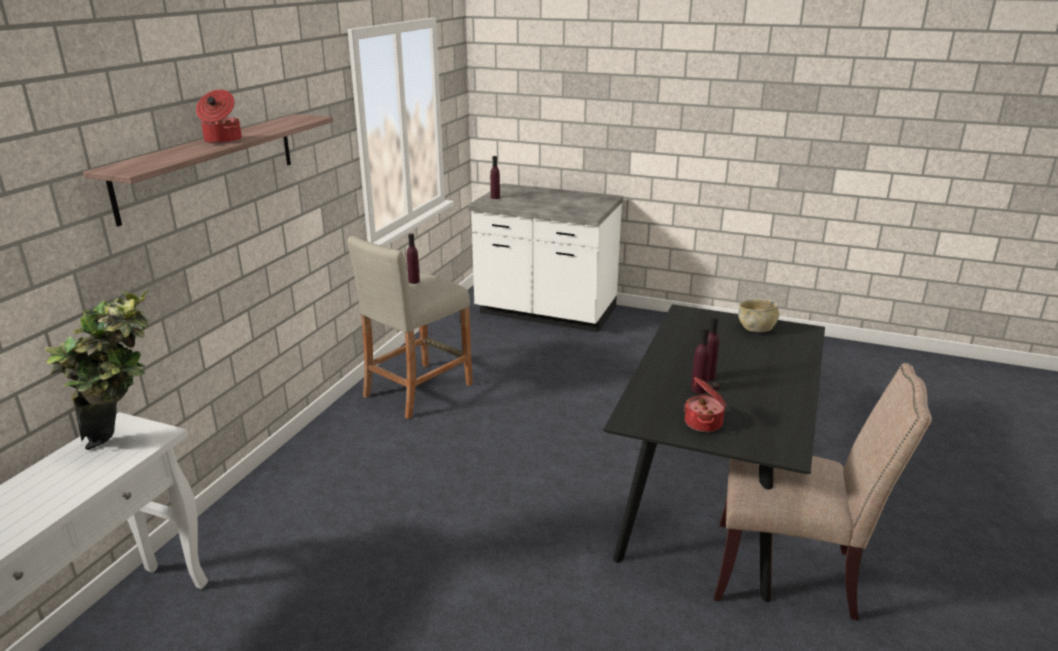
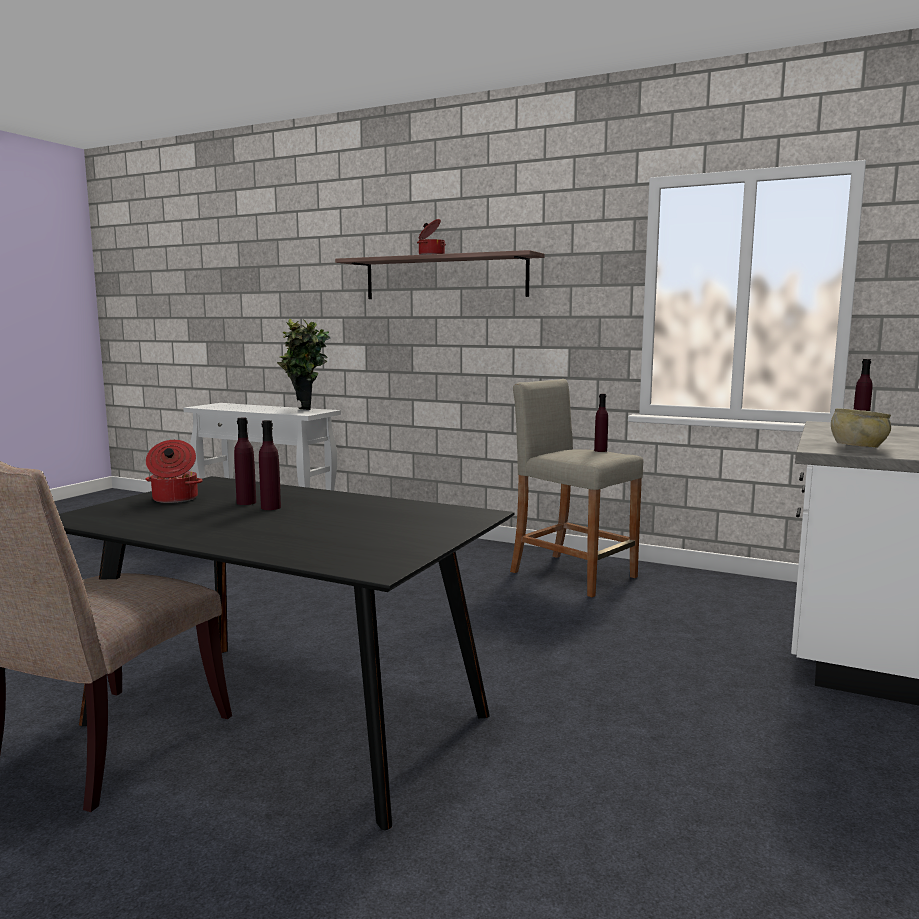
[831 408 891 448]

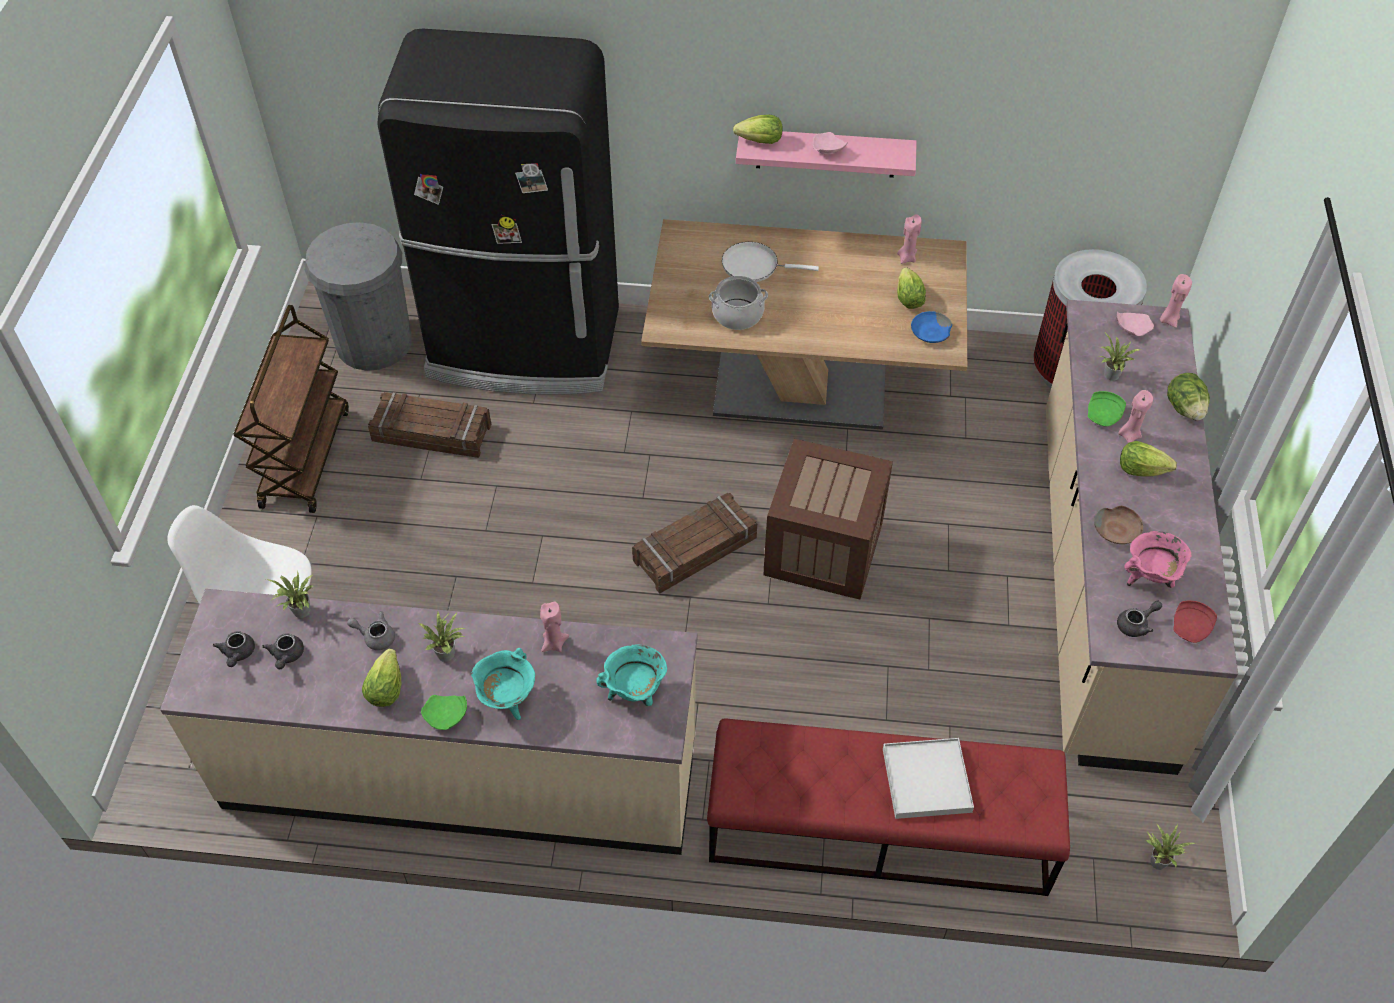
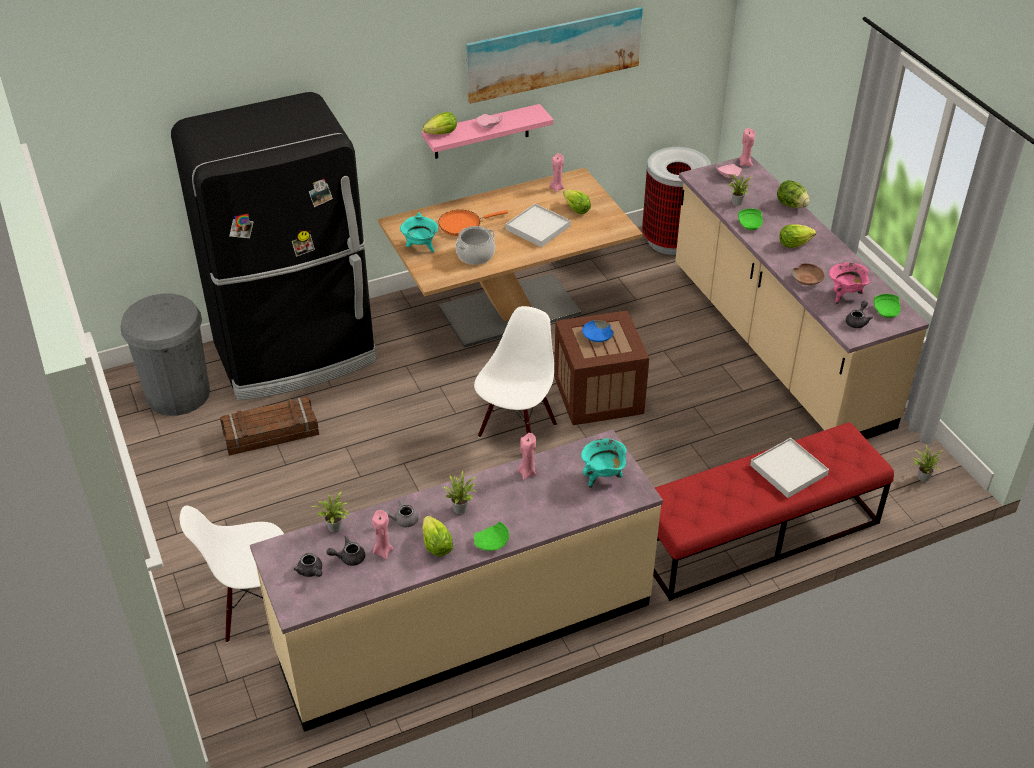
[233 305 349 513] (first image)
[326 536 365 566]
[400 212 438 252]
[474 306 557 438]
[438 210 508 236]
[582 320 614 342]
[372 510 393 559]
[874 294 901 318]
[466 7 643 104]
[506 204 571 247]

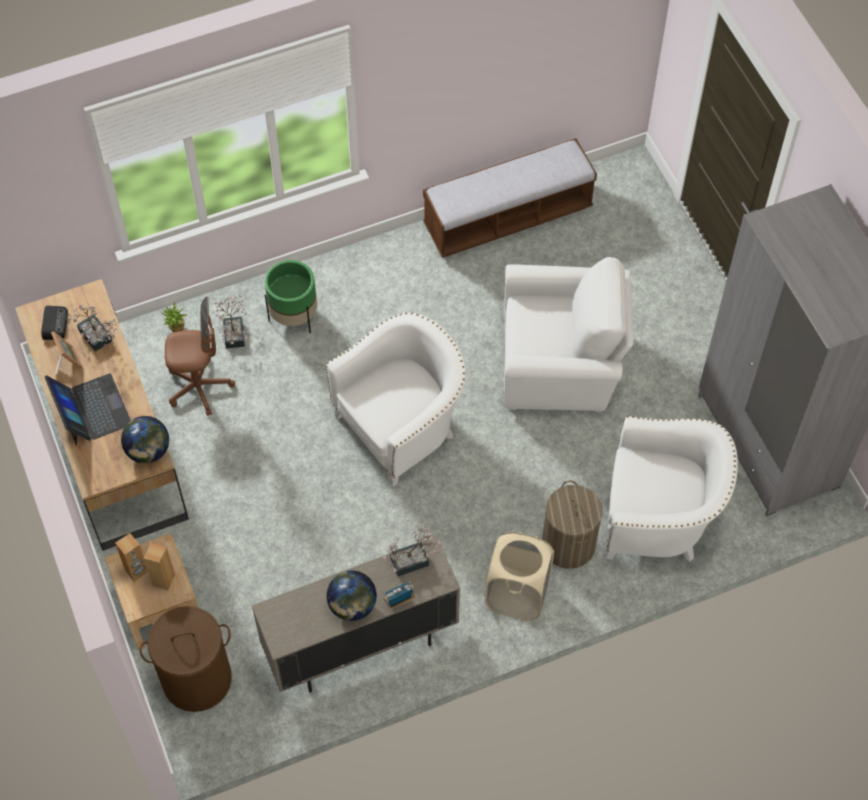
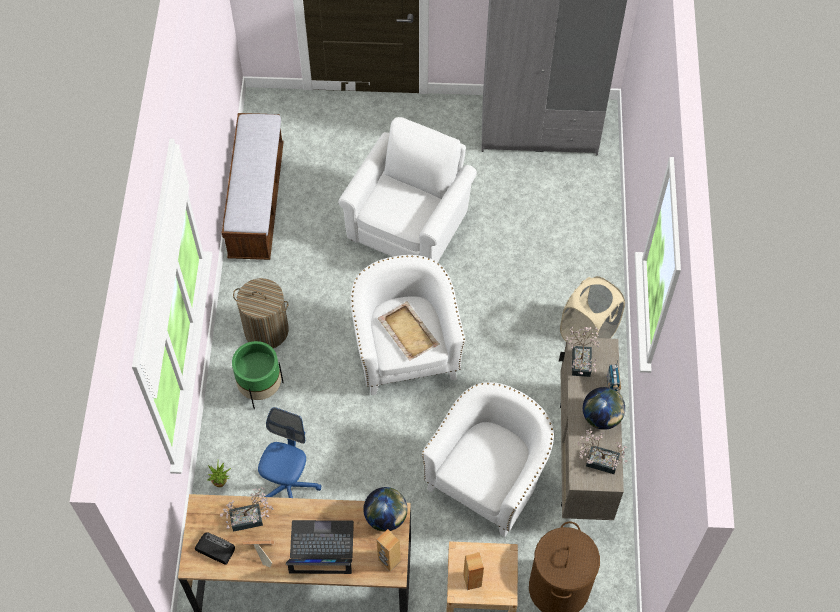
[377 529 401 571]
[258 407 321 498]
[578 428 628 474]
[233 278 289 348]
[422 382 554 537]
[378 301 440 361]

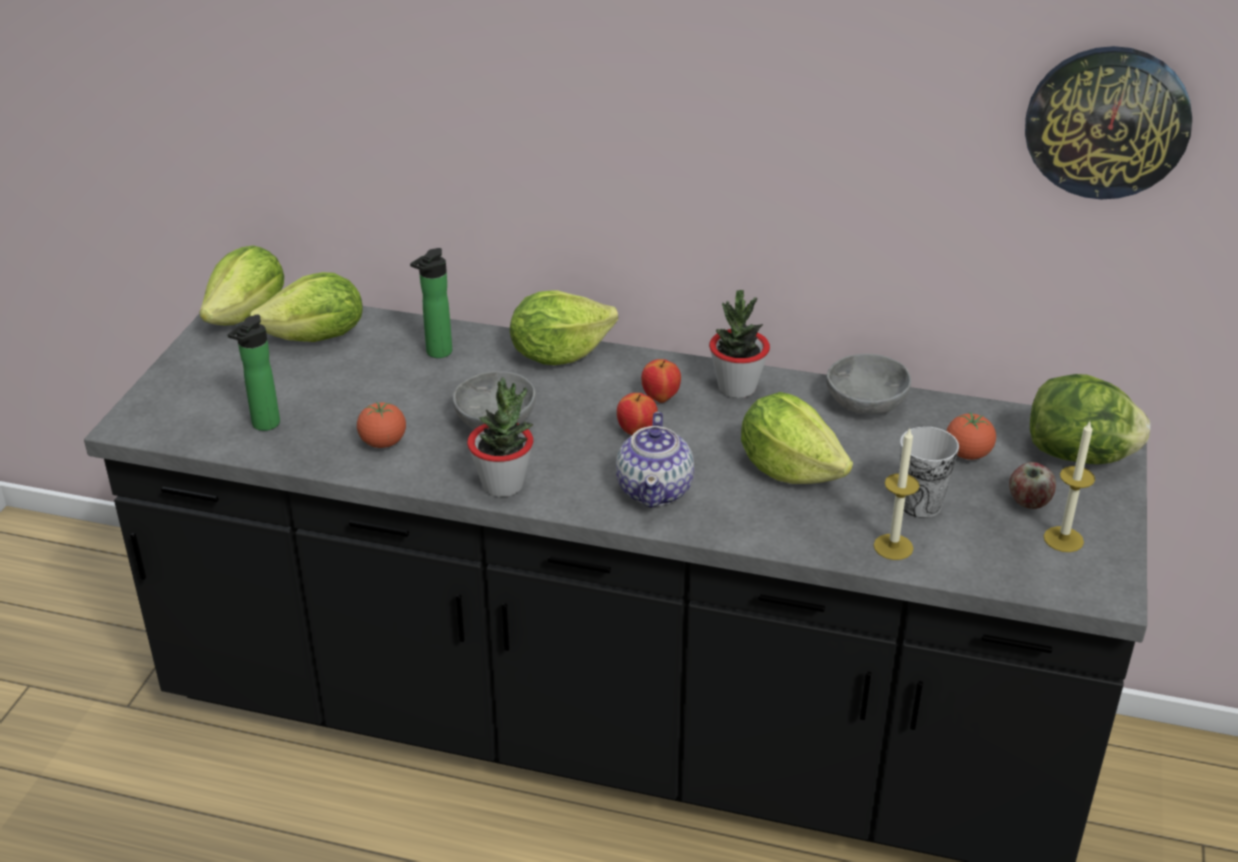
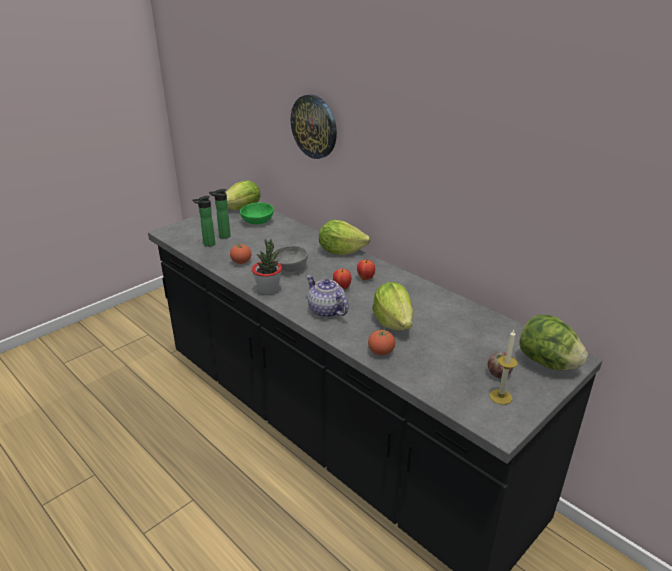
[240 203 274 225]
[209 189 231 239]
[306 275 349 318]
[709 290 770 398] (first image)
[826 354 911 415] (first image)
[874 427 920 560] (first image)
[900 426 959 518] (first image)
[368 329 395 355]
[291 94 337 159]

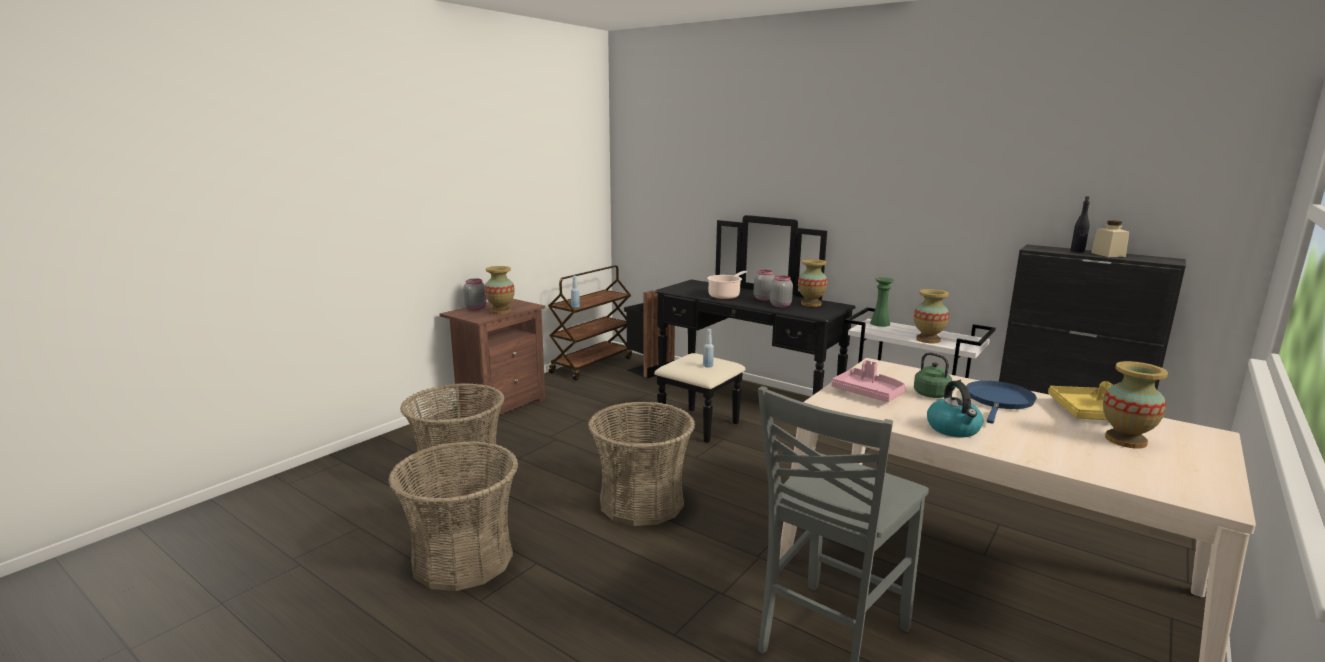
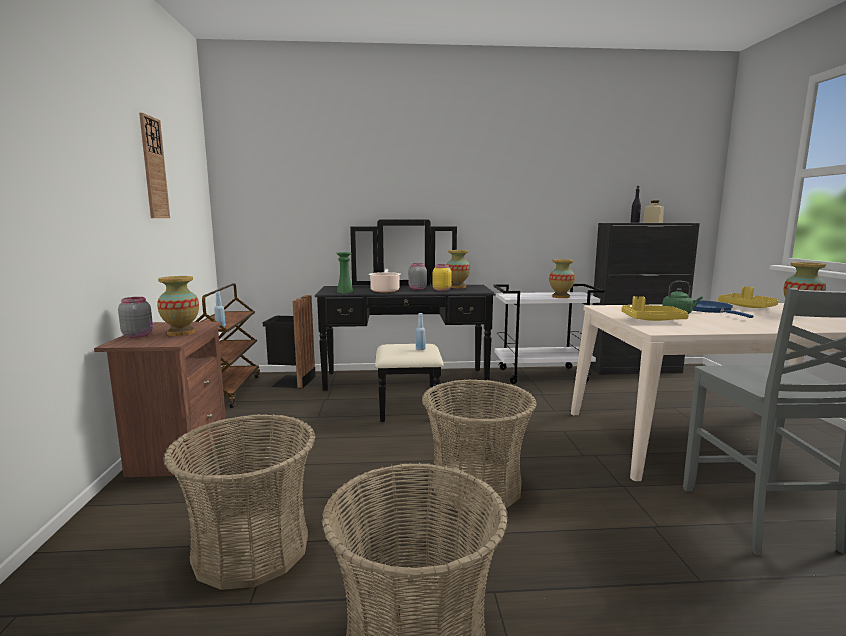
[433 264 452 291]
[622 296 689 321]
[336 252 354 293]
[927 381 984 437] (first image)
[139 113 170 218]

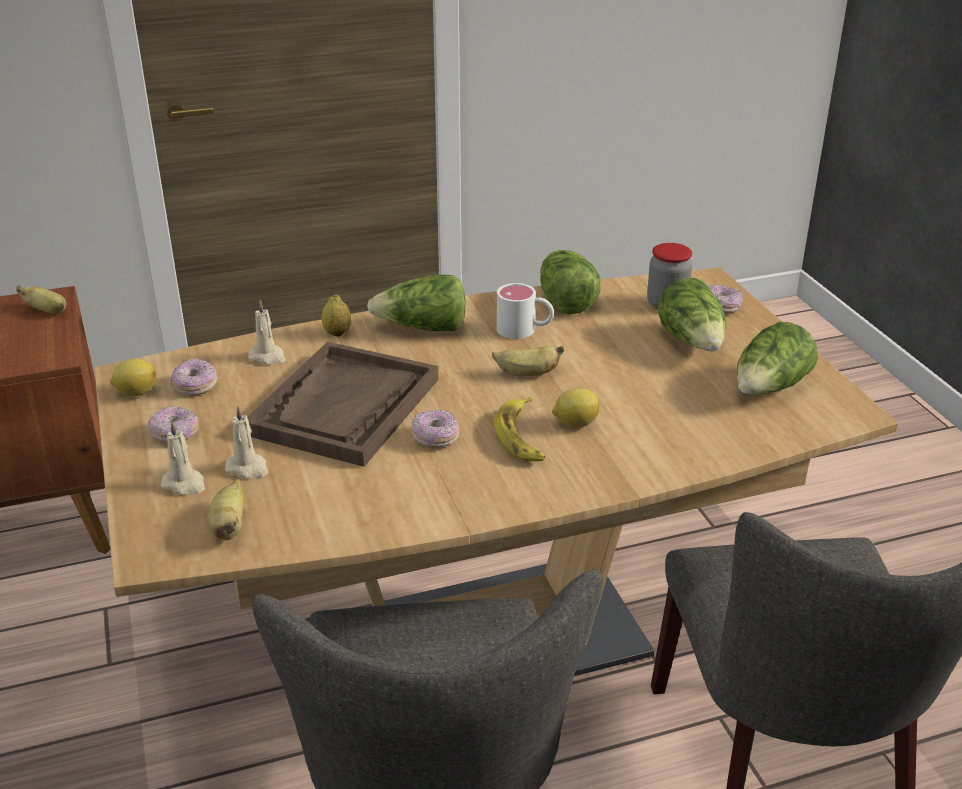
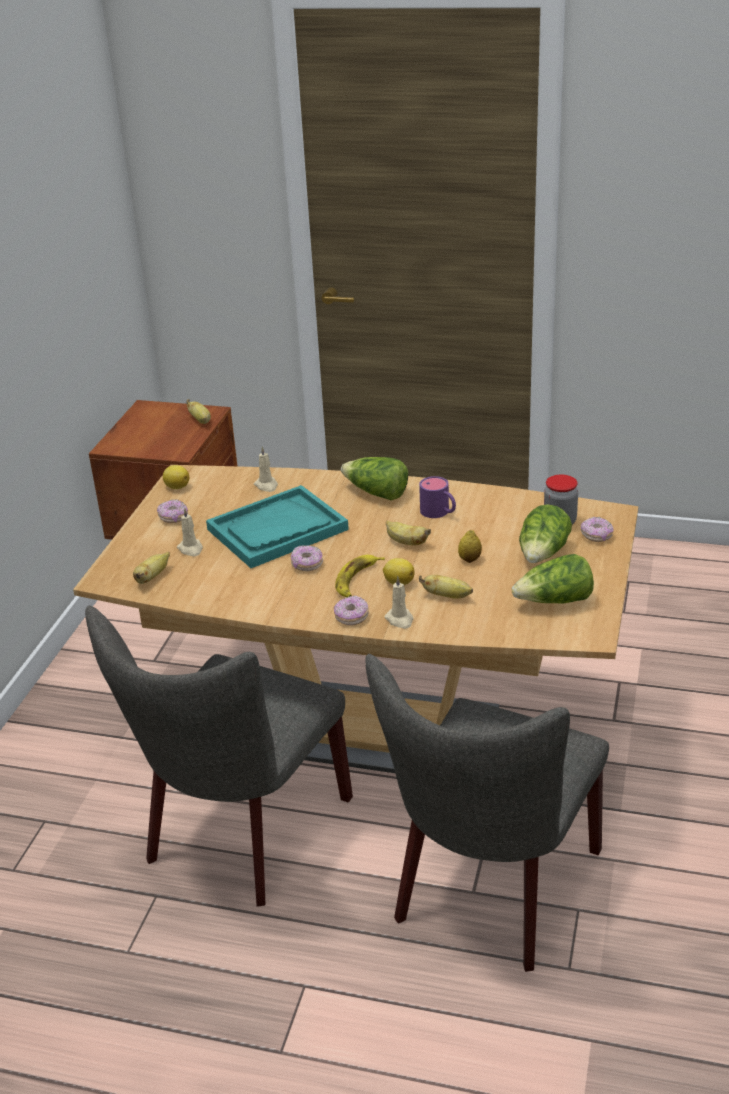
[385 576 413 629]
[334 596 368 626]
[206 485 349 568]
[458 530 482 563]
[419 476 456 518]
[540 250 601 314] (first image)
[419 575 473 599]

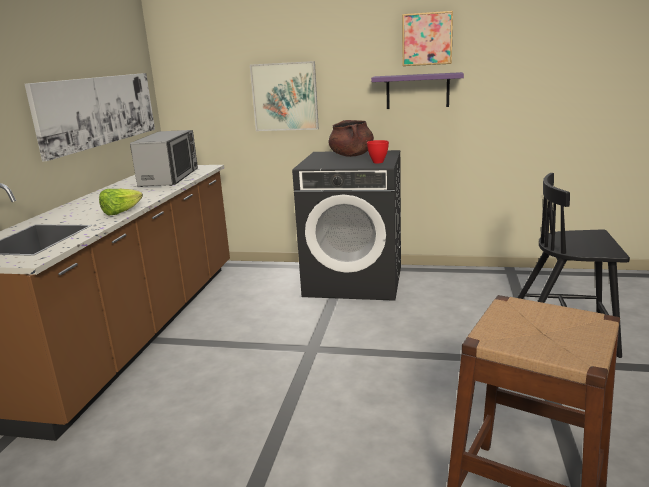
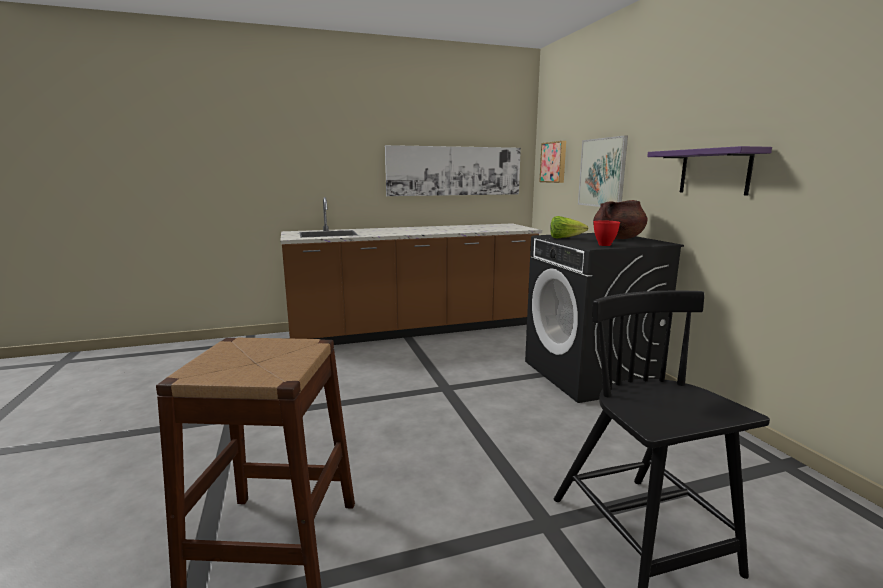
[550 216 588 239]
[130 130 198 187] (first image)
[539 141 566 183]

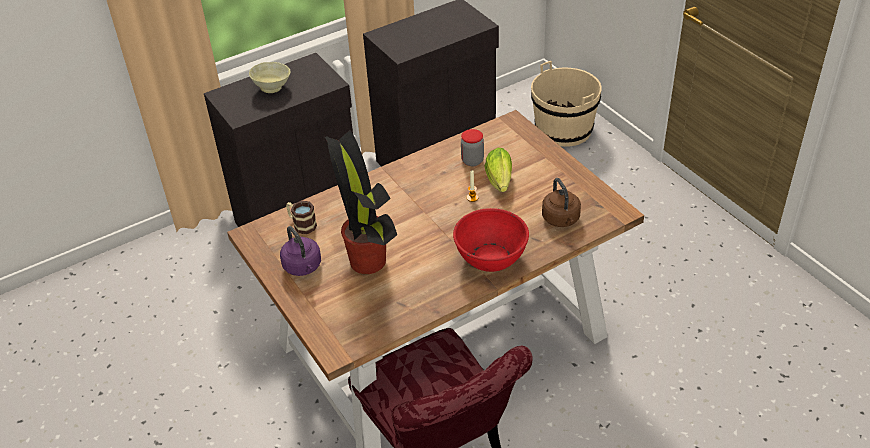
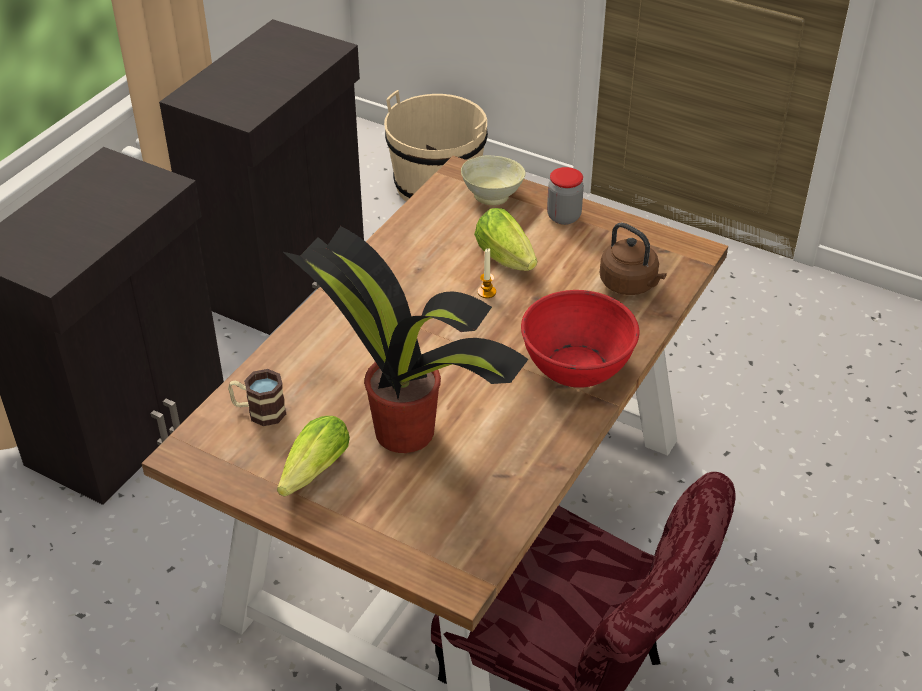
[461 156 525 205]
[277 416 350 497]
[547 167 584 225]

